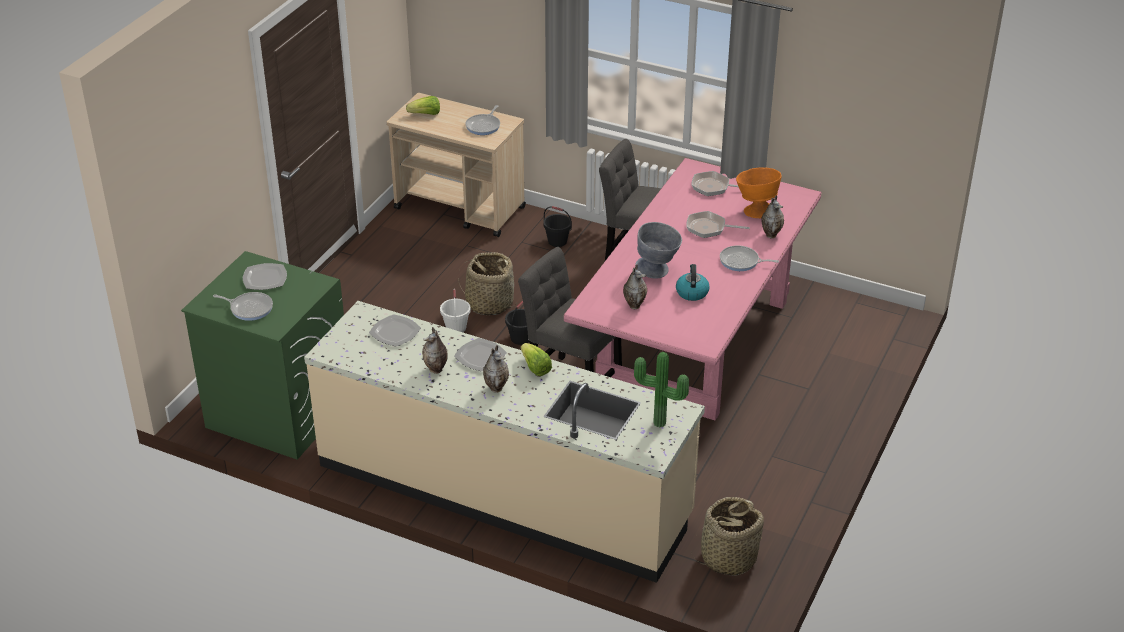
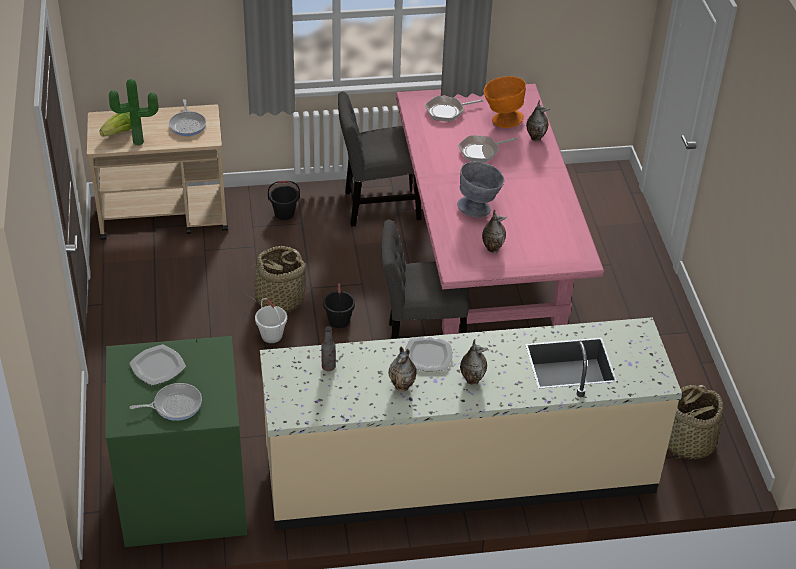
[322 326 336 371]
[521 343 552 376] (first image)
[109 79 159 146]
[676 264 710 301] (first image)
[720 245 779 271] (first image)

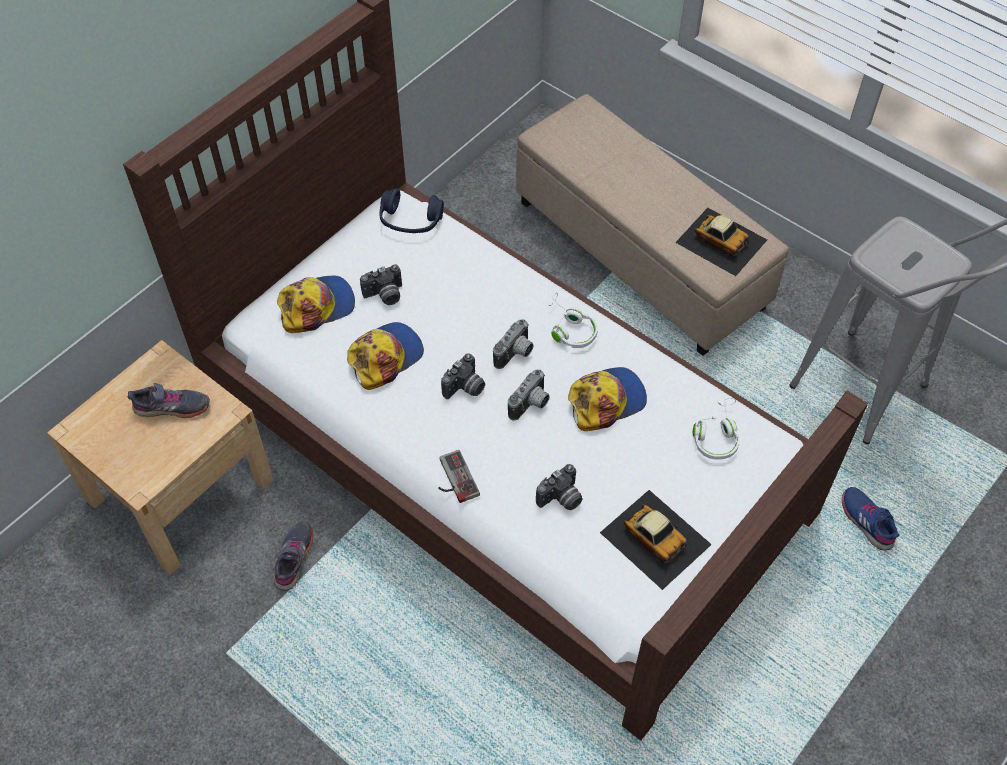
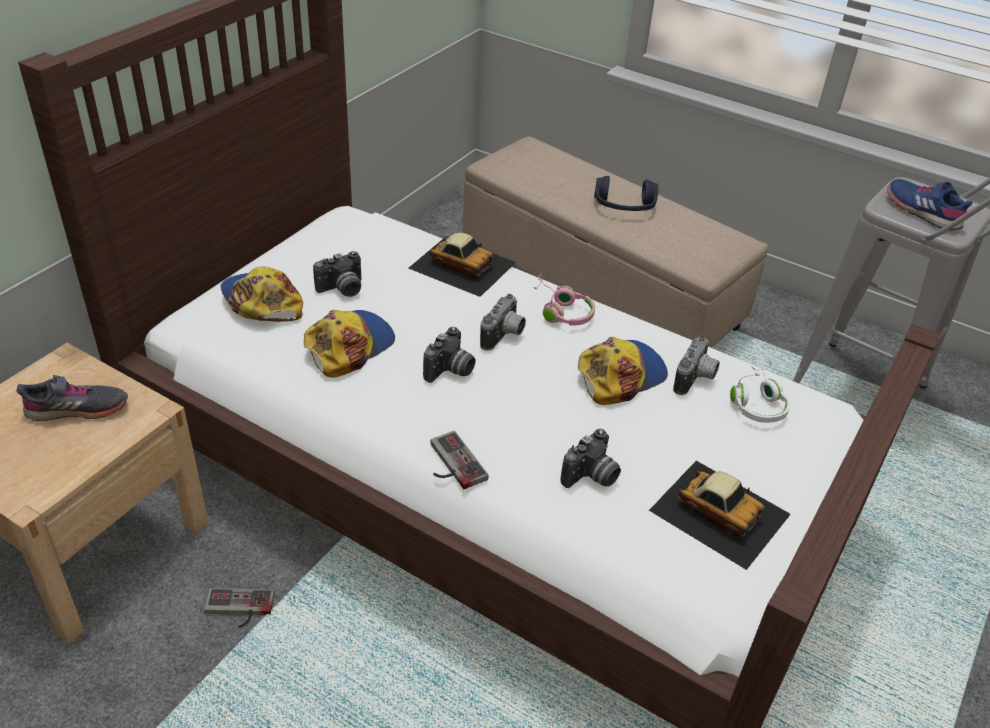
[204 588 275 628]
[221 266 303 322]
[594 176 658 211]
[673 336 720 395]
[534 274 595 325]
[408 232 516 297]
[887 179 973 230]

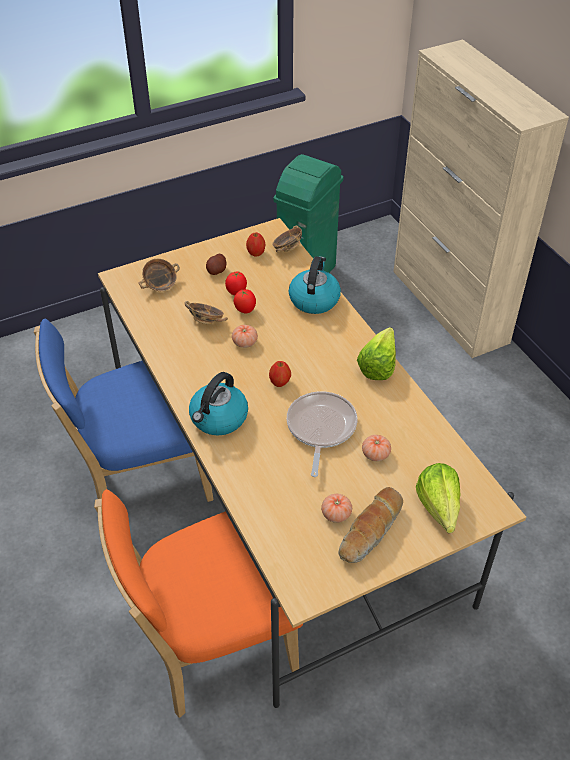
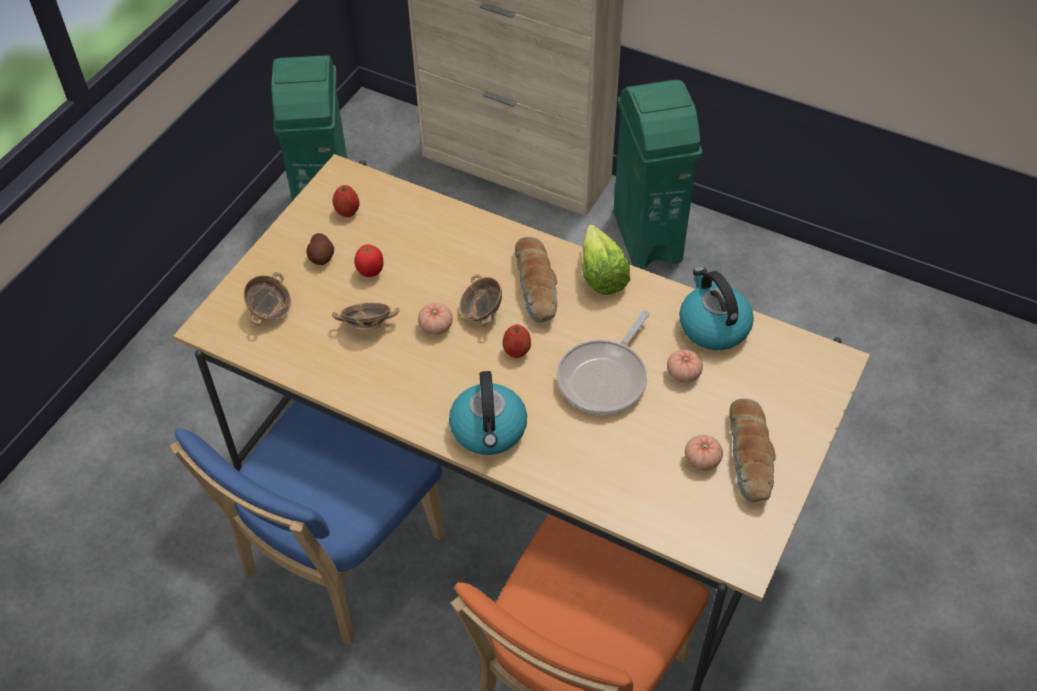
[234 289 256 313] (first image)
[459 275 502 327]
[557 310 650 415]
[679 267 754 350]
[416 463 460 533] (first image)
[515 237 557 322]
[613 80 702 269]

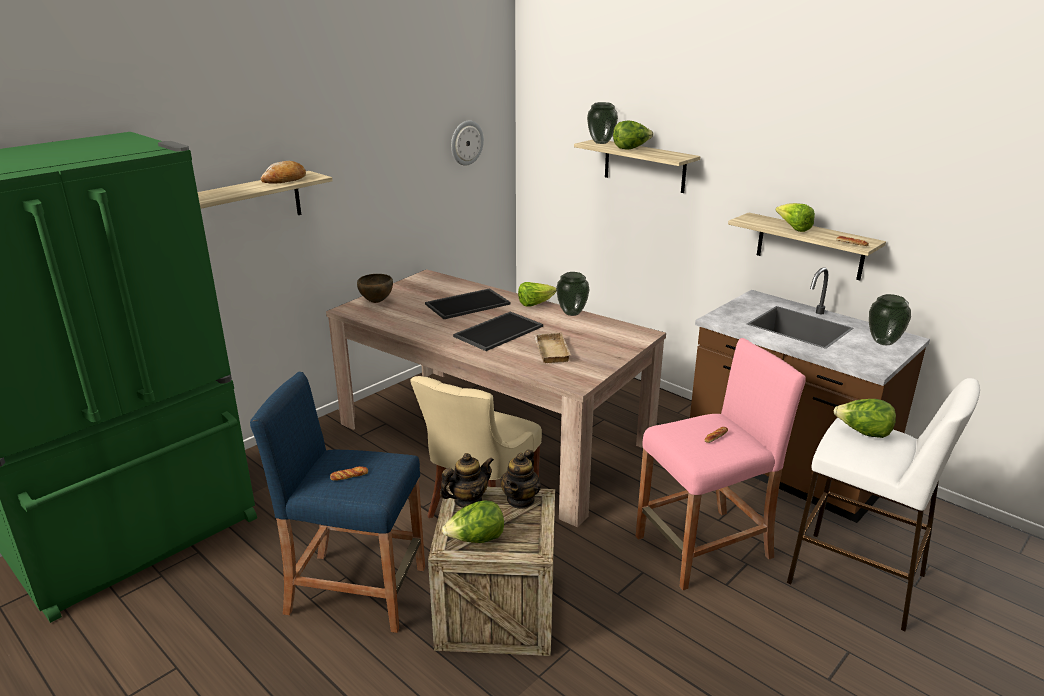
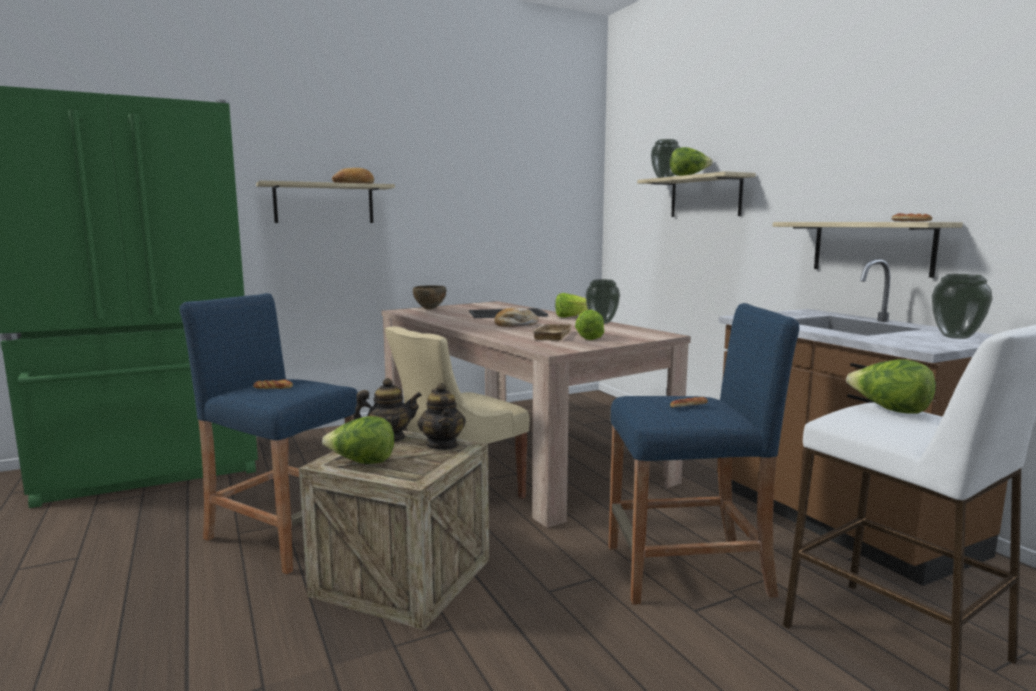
[451 120 484 166] (first image)
[495 308 539 327]
[417 383 466 450]
[609 303 799 605]
[575 309 604 340]

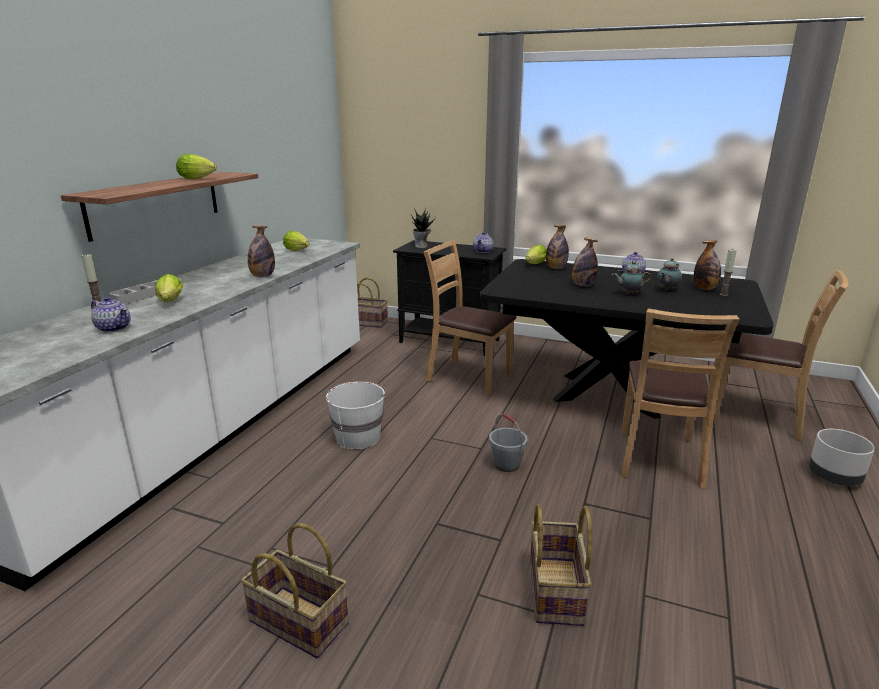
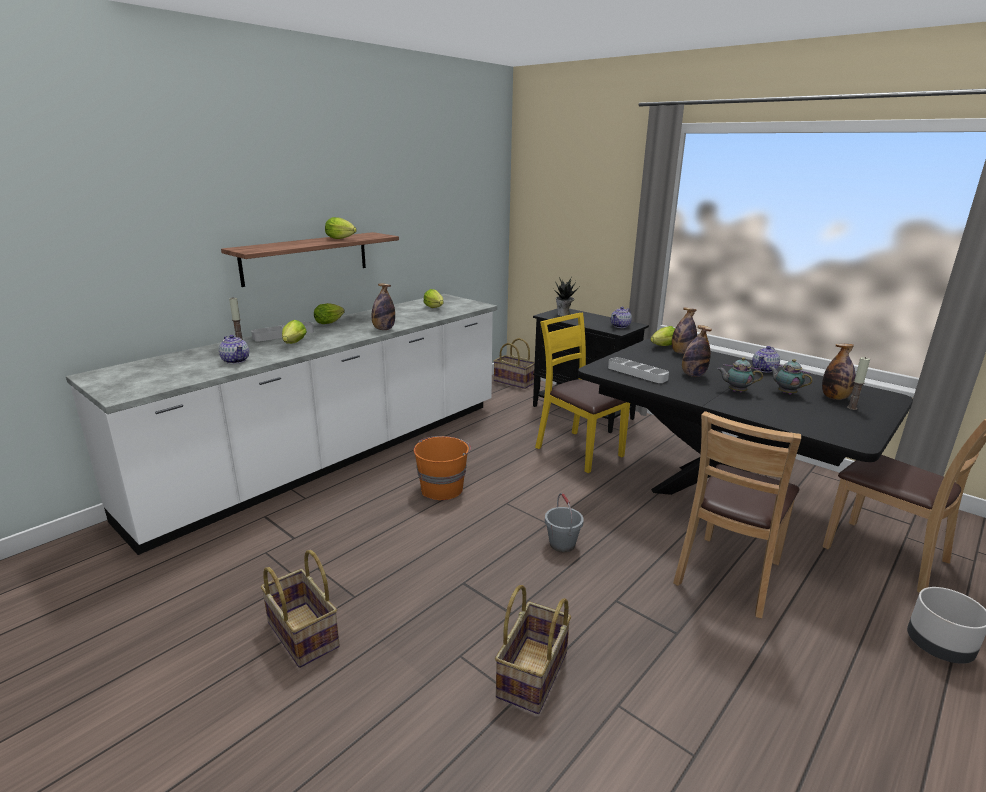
[414 436 471 500]
[535 313 630 473]
[769 359 813 395]
[314 303 345 324]
[608 357 669 383]

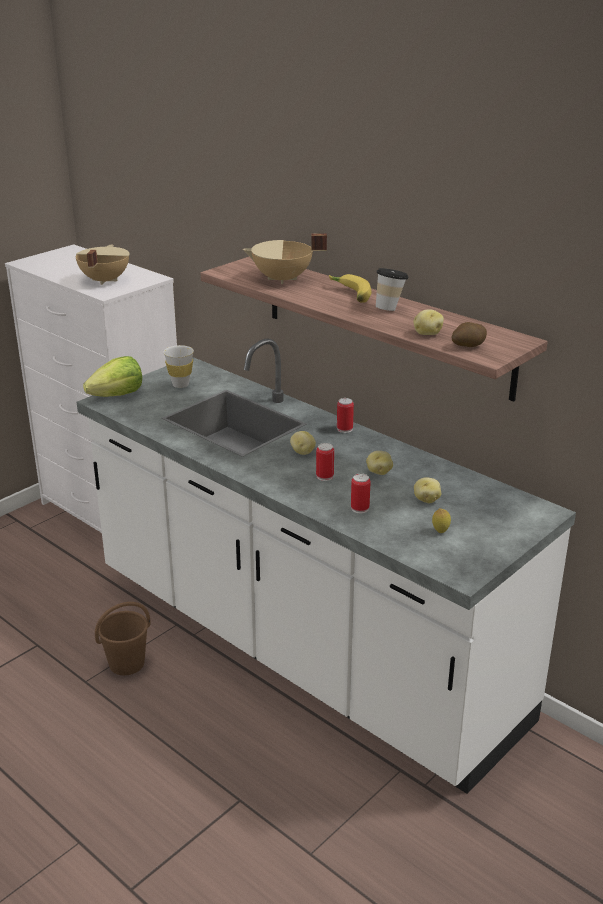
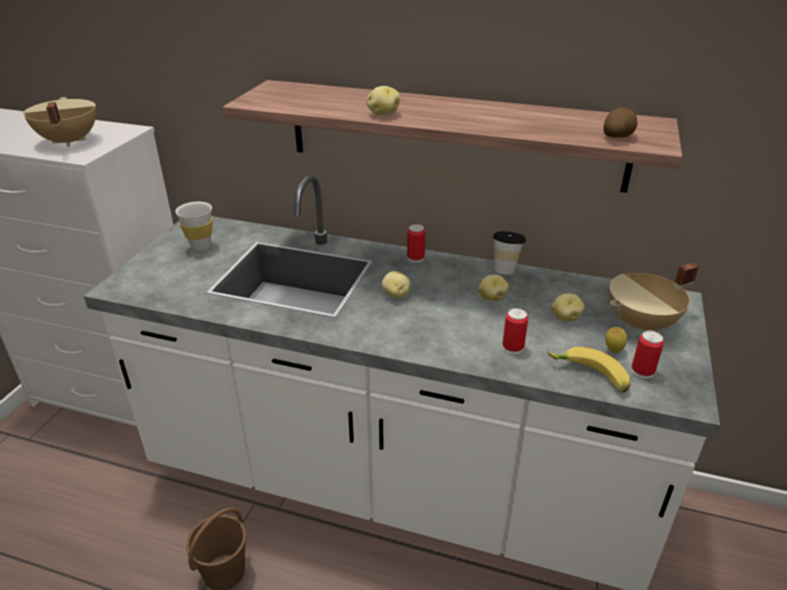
[83 356 142 397] (first image)
[609 263 699 331]
[632 330 664 379]
[547 347 631 393]
[493 231 526 275]
[366 86 400 116]

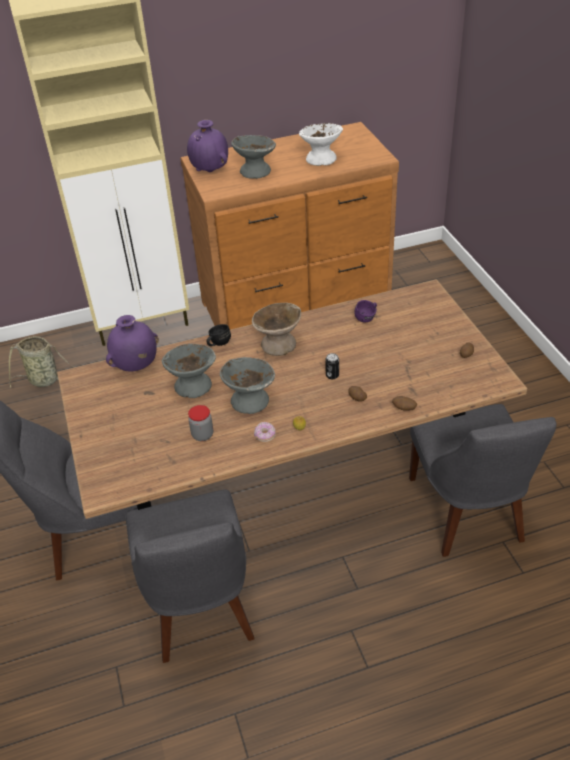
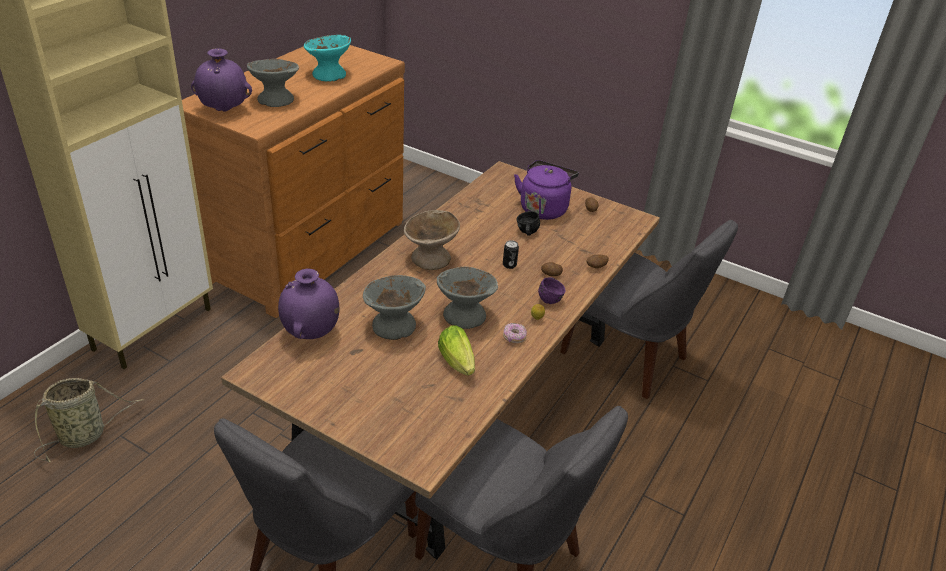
[438 325 475 375]
[517 211 540 236]
[304 35 351 82]
[538 277 566 304]
[514 160 579 220]

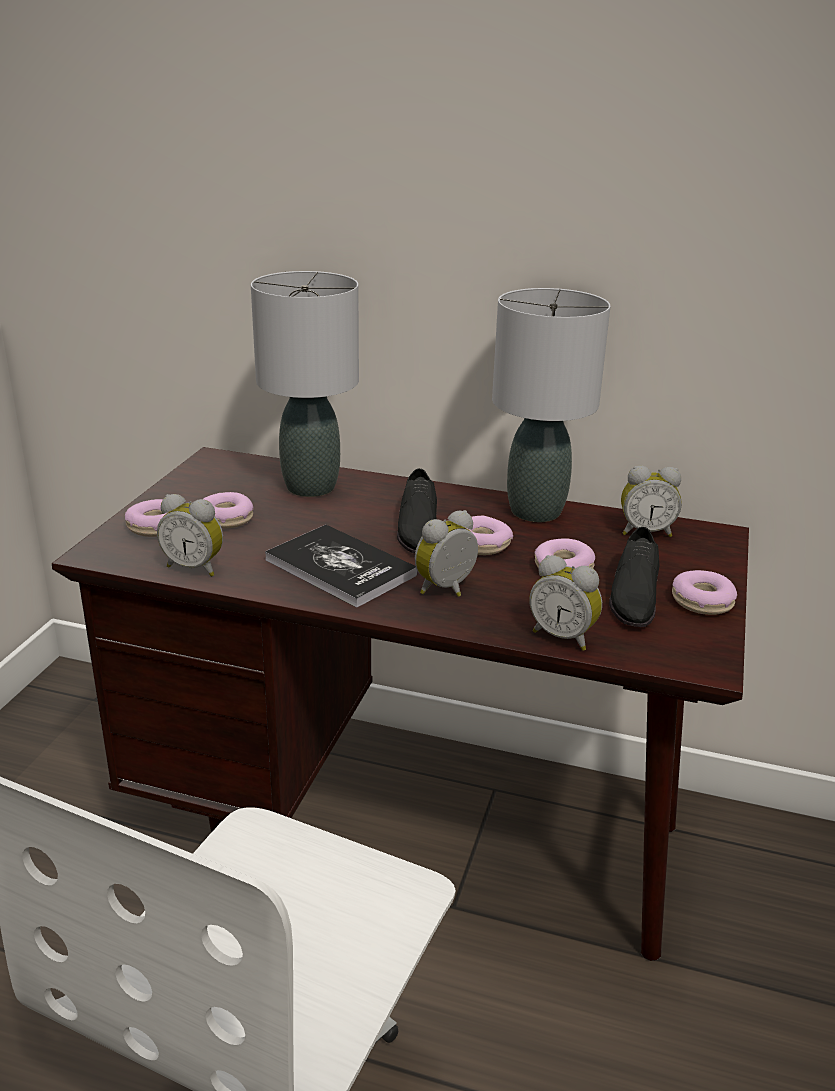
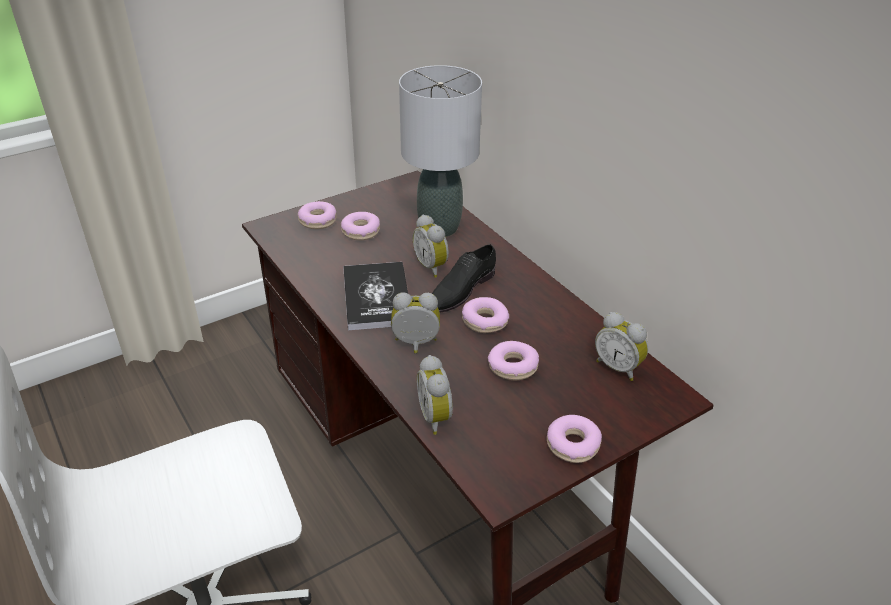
[412 214 449 278]
[492 288 610 522] (first image)
[609 527 660 627] (first image)

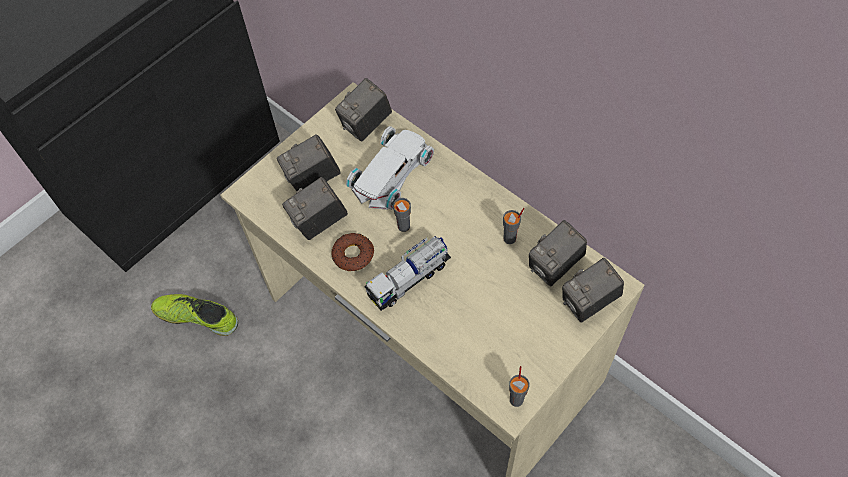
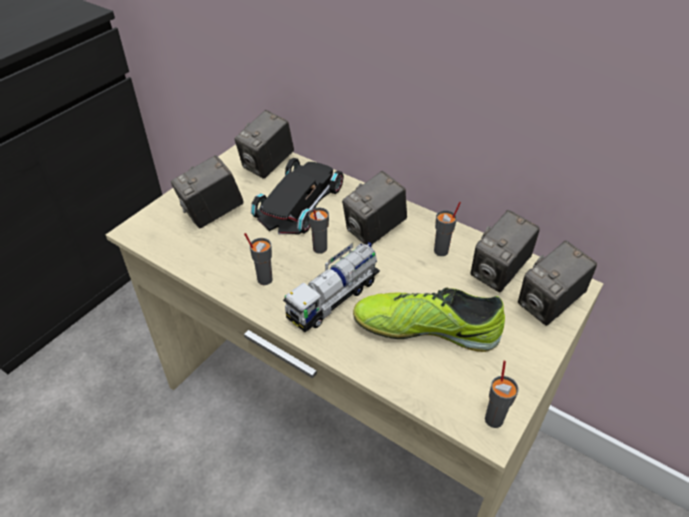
[353 288 505 352]
[342 171 407 245]
[244 233 272 285]
[251 158 344 234]

